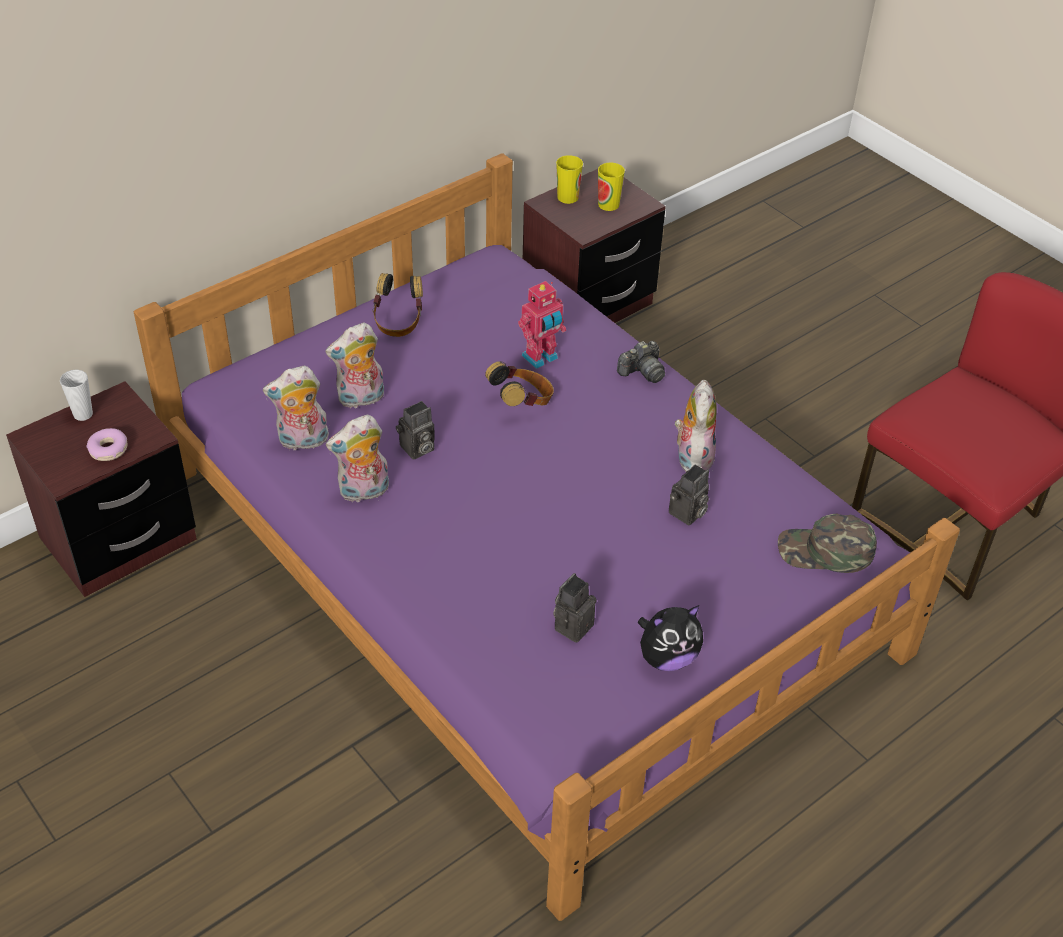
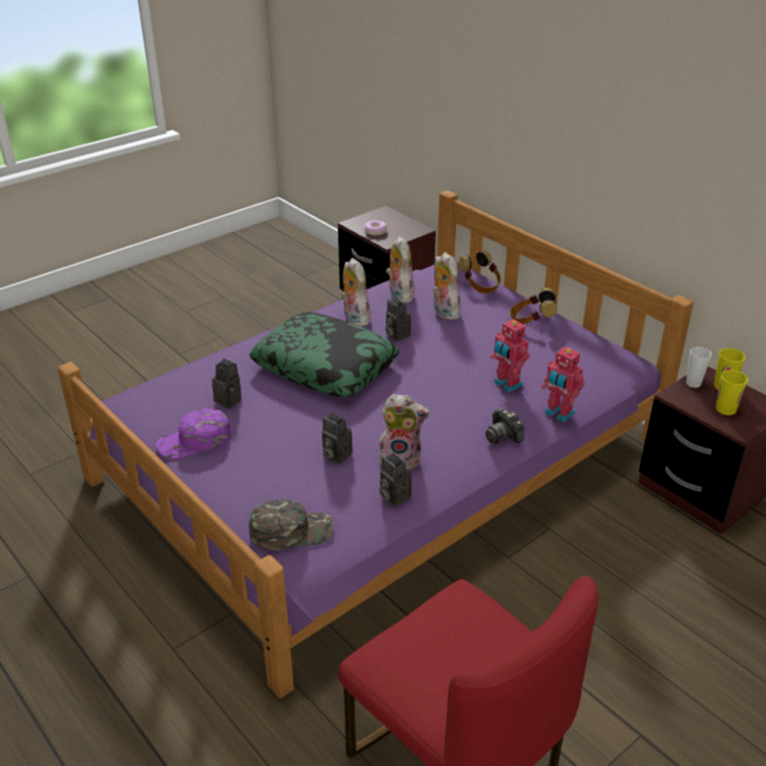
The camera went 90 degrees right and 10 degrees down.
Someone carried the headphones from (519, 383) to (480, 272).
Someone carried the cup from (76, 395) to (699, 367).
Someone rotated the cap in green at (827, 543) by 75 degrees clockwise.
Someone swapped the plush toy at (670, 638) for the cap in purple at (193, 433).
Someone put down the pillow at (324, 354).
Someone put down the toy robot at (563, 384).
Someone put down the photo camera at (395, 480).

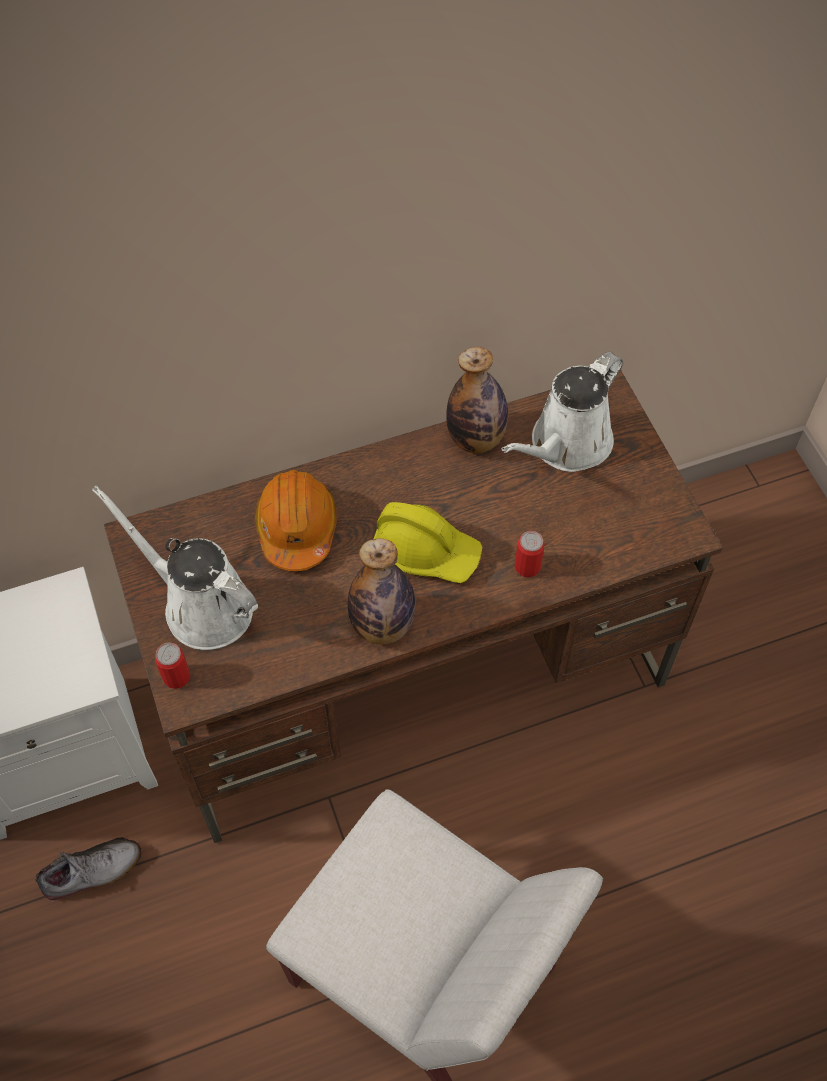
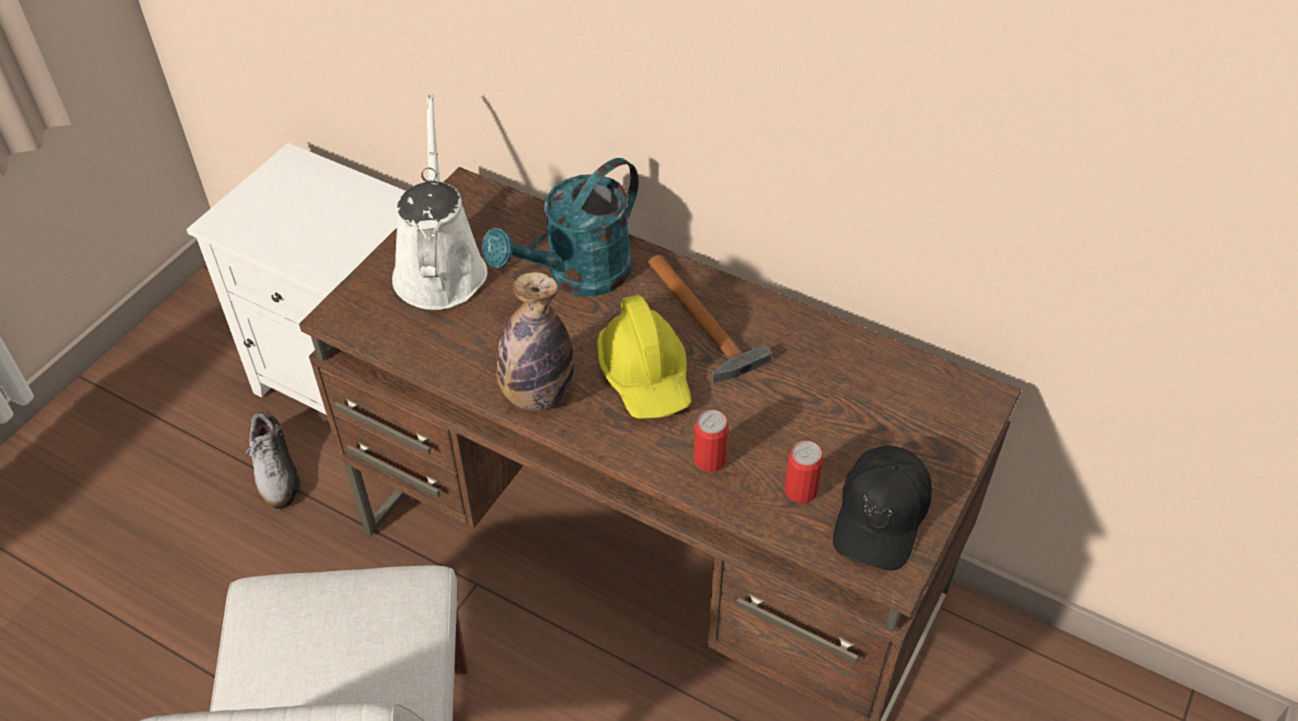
The camera went 50 degrees right and 10 degrees down.
Someone took away the bottle at (477, 400).
Someone took away the watering can in white at (562, 412).
Someone swapped the hard hat in orange at (296, 520) for the watering can in turquoise at (560, 227).
Someone carried the can from (172, 666) to (803, 472).
Someone rotated the shoe at (89, 870) by 45 degrees clockwise.
Someone put down the hammer at (710, 319).
Someone put down the cap in black at (882, 508).

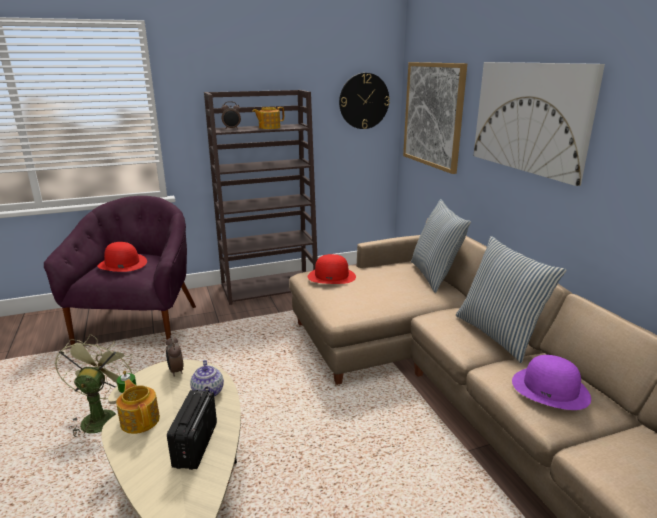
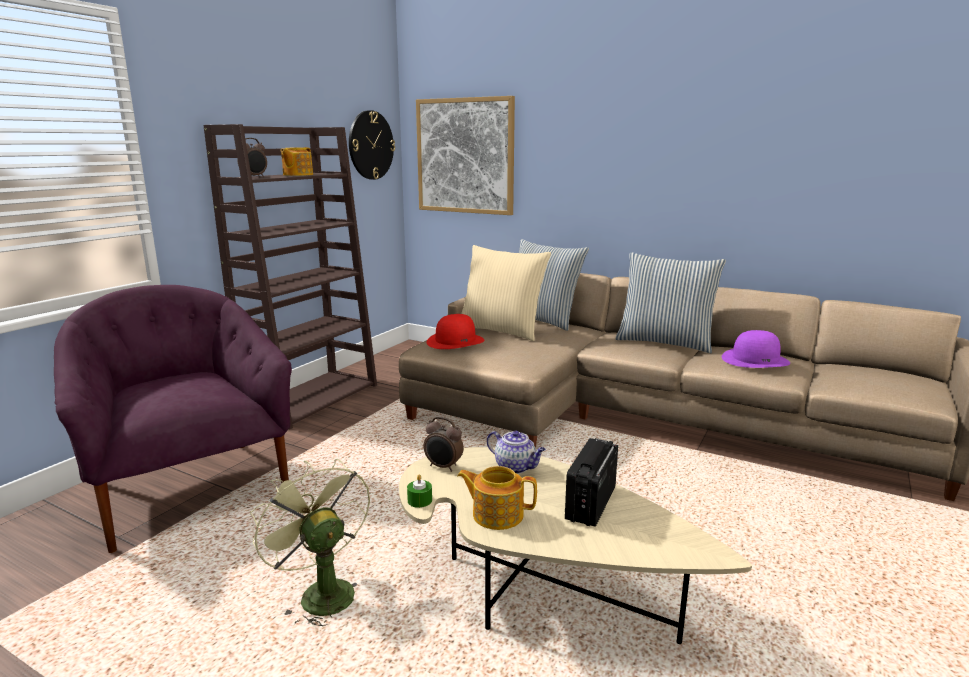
The camera went 40 degrees left and 5 degrees down.
Someone took away the picture at (539, 124).
Someone took away the hat in red at (122, 257).
Someone rotated the radio at (192, 430) by 60 degrees clockwise.
Someone put down the pillow in beige at (506, 293).

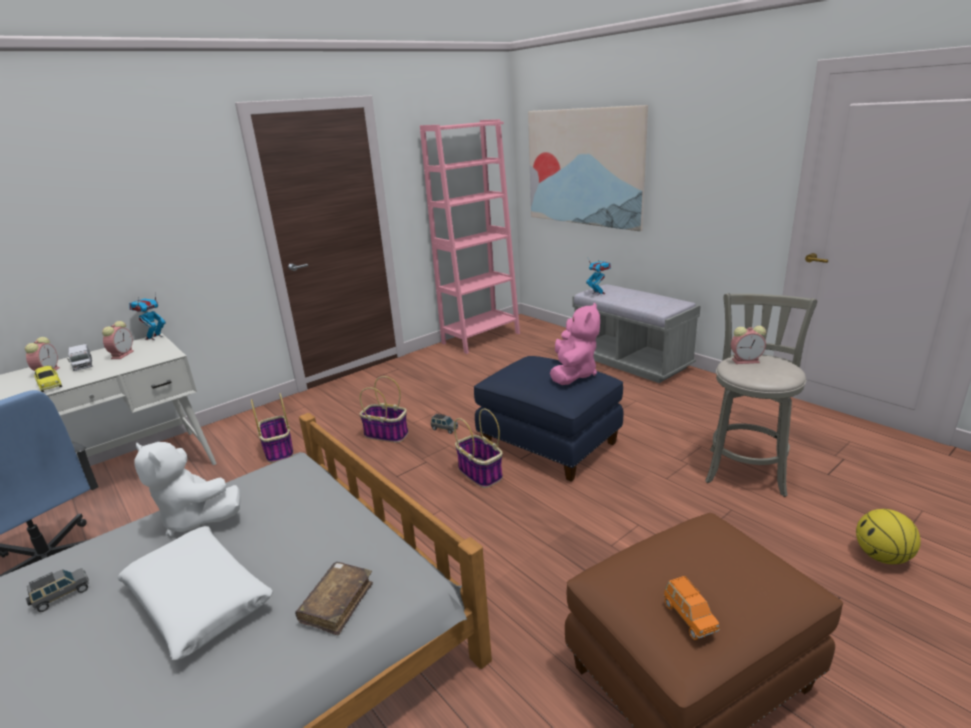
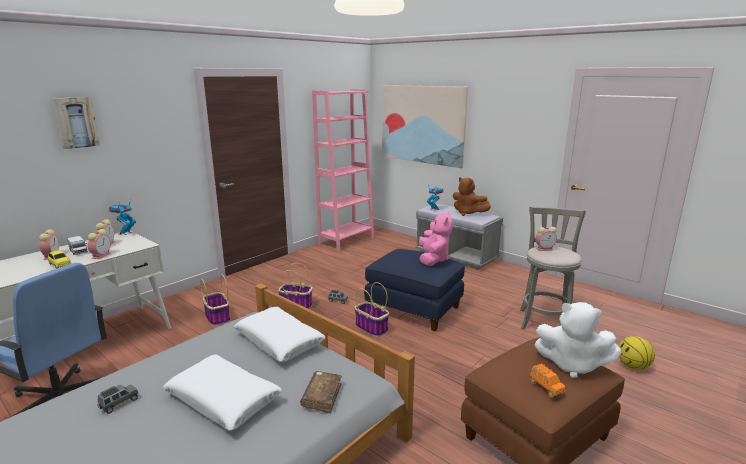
The camera went 10 degrees left and 5 degrees down.
Someone carried the plush toy in white from (188, 489) to (577, 340).
Someone put up the picture at (76, 123).
Someone put down the plush toy in brown at (472, 196).
Someone put down the alarm clock at (99, 244).
Someone put down the pillow in white at (280, 334).

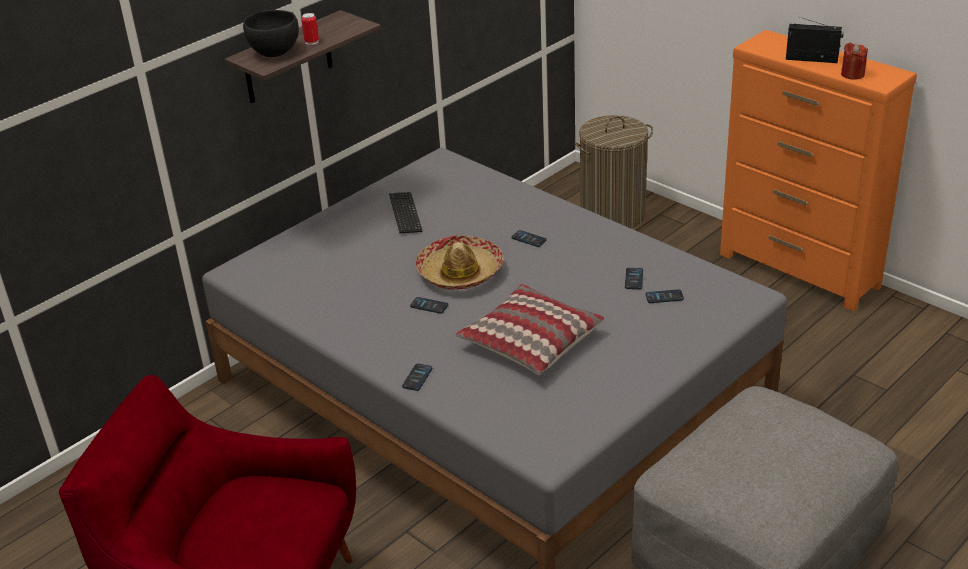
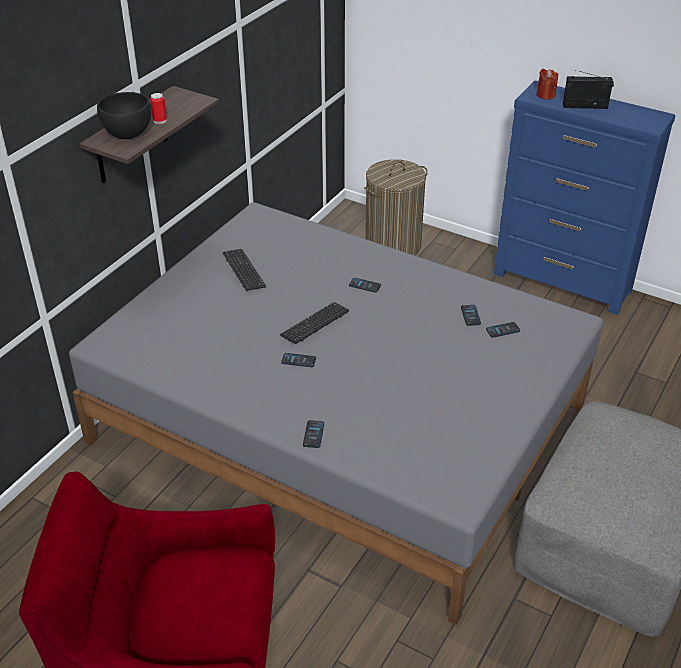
The camera went 15 degrees left and 5 degrees up.
Someone repainted the dresser in orange at (818, 170), which became the dresser in blue at (584, 198).
Someone carried the candle in red from (854, 61) to (547, 83).
Someone swapped the hat at (460, 263) for the keyboard at (314, 323).
Someone took away the pillow at (530, 329).

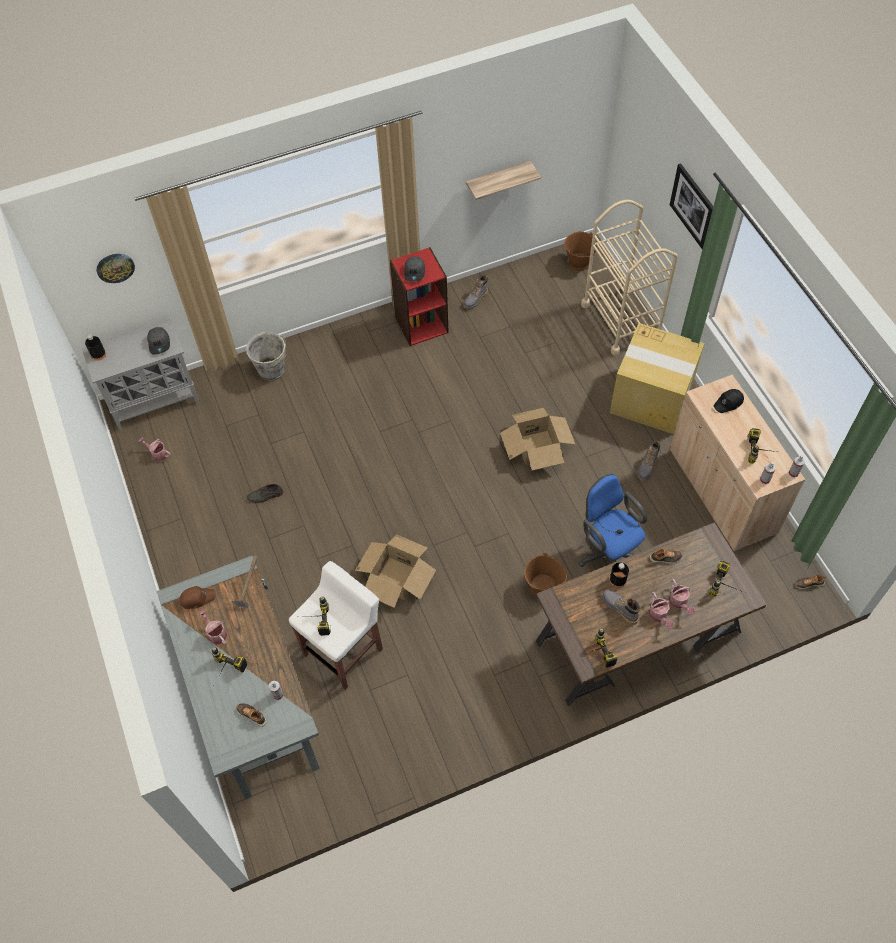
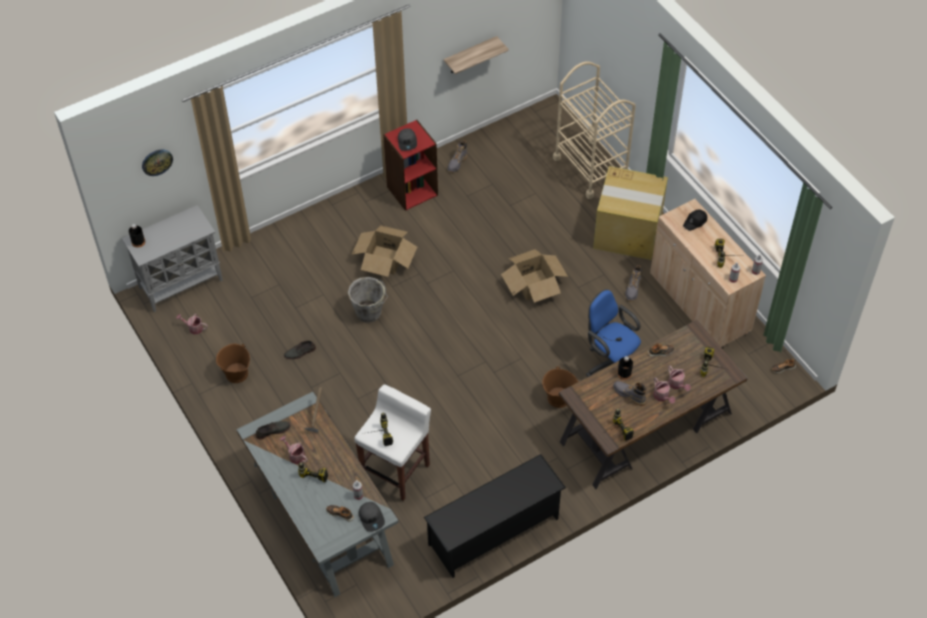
The camera went 10 degrees left and 5 degrees down.
Someone took away the picture at (691, 206).
Someone carried the bucket in brown from (580, 251) to (233, 363).
Someone carried the cap in grey from (158, 341) to (372, 517).
Someone carried the bucket in grey from (266, 356) to (368, 300).
Someone carried the cardboard box from (395, 571) to (384, 251).
Someone swapped the cap in brown at (198, 597) for the shoe in grey at (273, 430).
Someone put down the shoe rack in black at (495, 516).

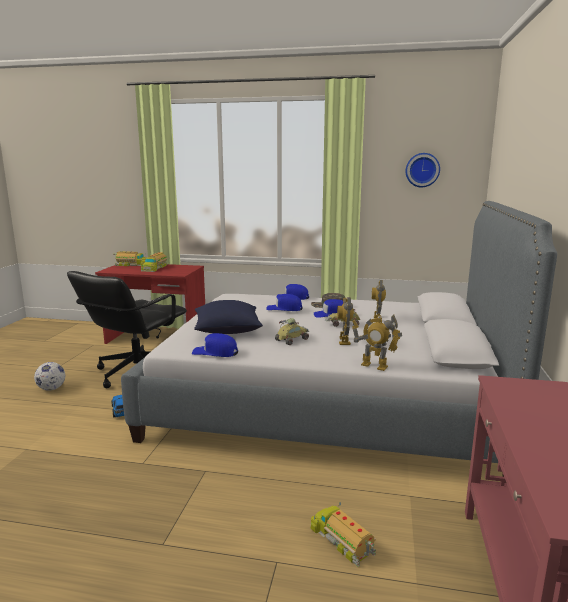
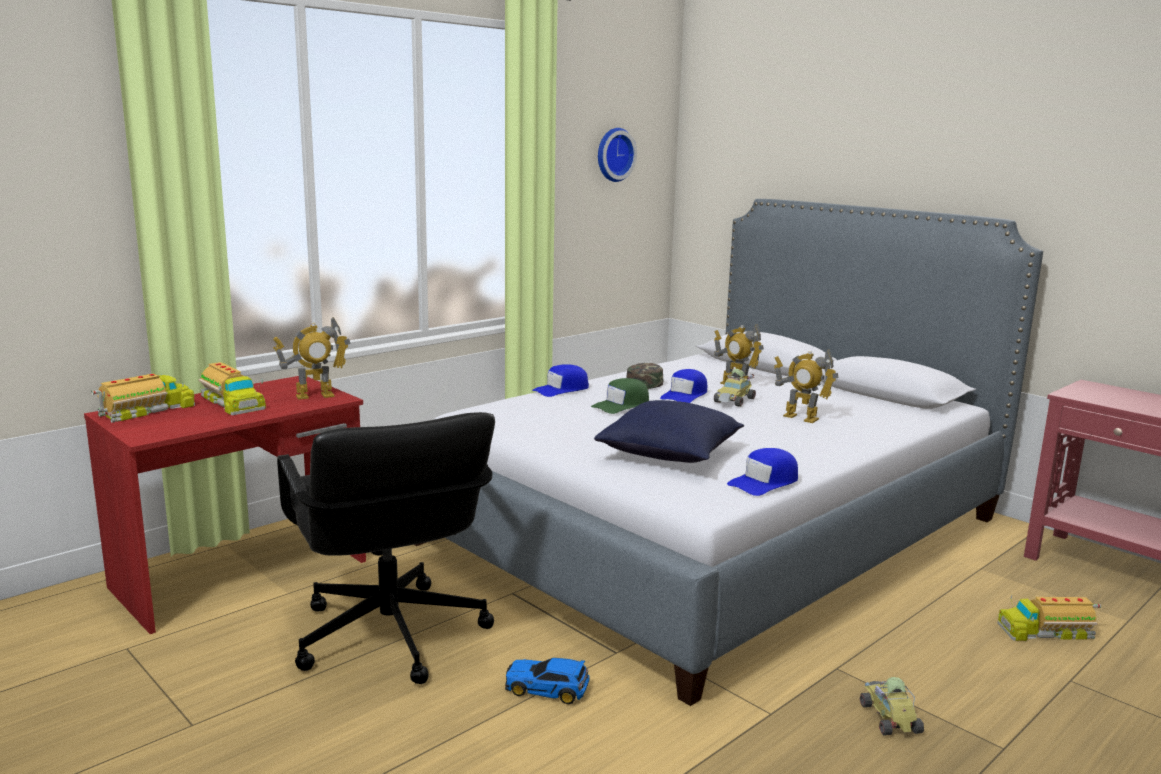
The camera went 55 degrees left and 0 degrees up.
Someone repainted the cap in blue at (284, 302), which became the cap in green at (620, 396).
Someone carried the toy robot from (377, 342) to (312, 358).
Someone carried the toy car from (292, 331) to (892, 706).
Someone took away the football at (49, 376).

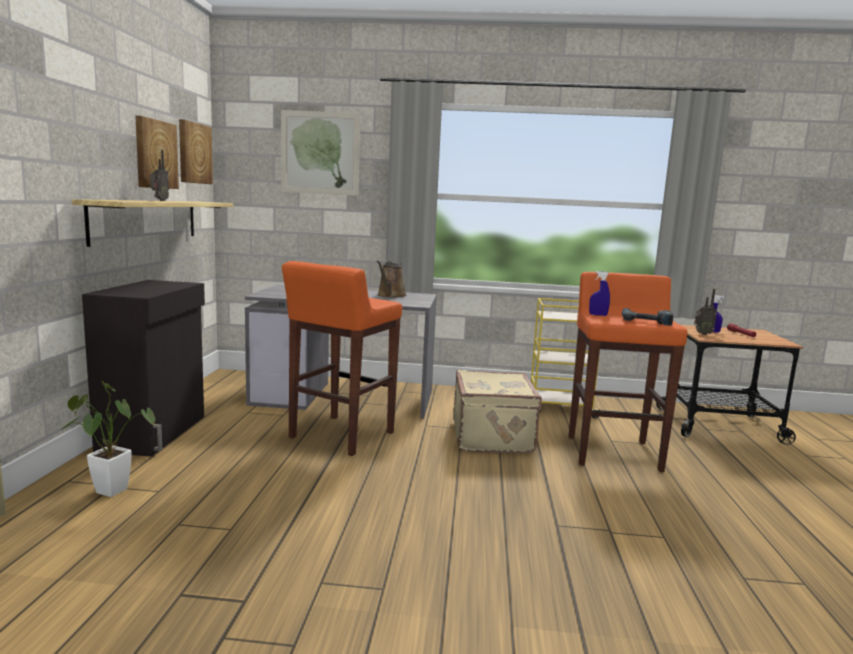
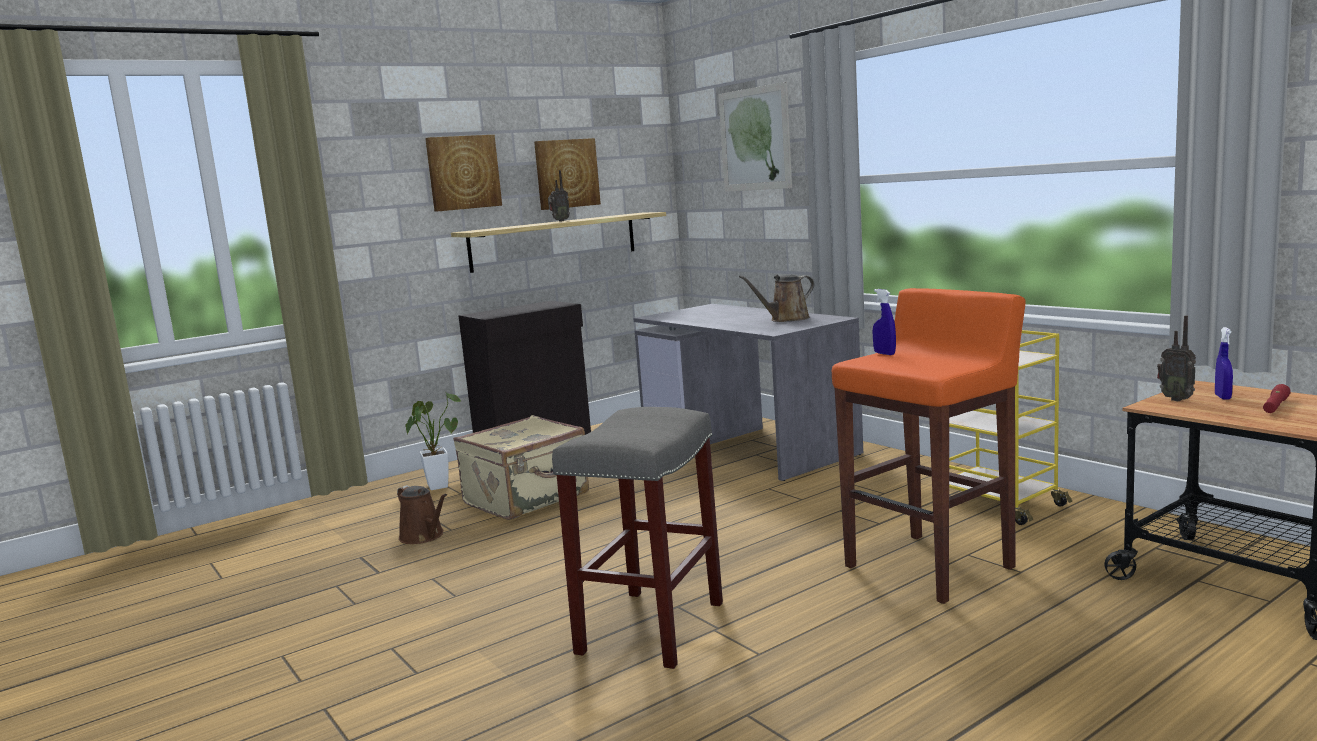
The camera went 50 degrees right and 0 degrees up.
Someone carried the picture from (196, 151) to (463, 173).
Someone took away the stool in orange at (342, 358).
Someone took away the power drill at (648, 317).
Someone carried the suitcase in beige from (497, 411) to (521, 467).
Someone put down the stool in grey at (637, 538).
Someone put down the watering can in brown at (422, 514).

